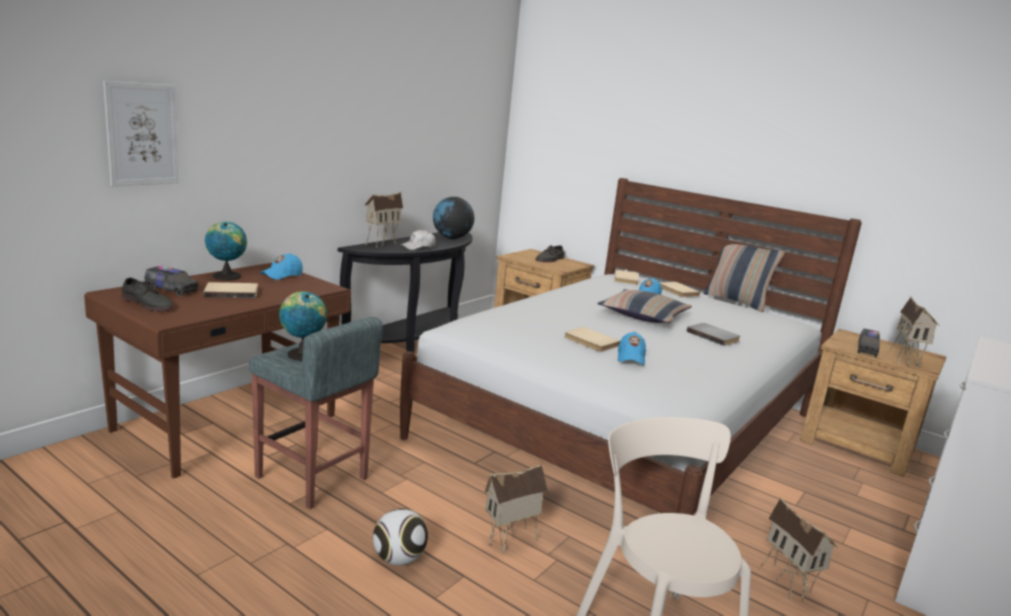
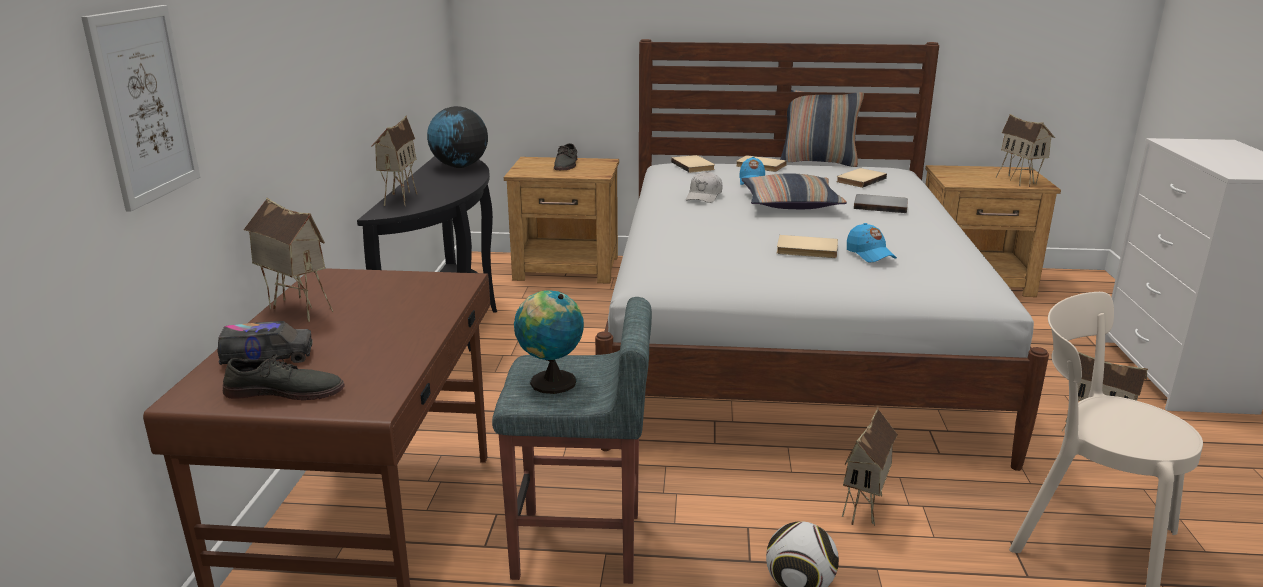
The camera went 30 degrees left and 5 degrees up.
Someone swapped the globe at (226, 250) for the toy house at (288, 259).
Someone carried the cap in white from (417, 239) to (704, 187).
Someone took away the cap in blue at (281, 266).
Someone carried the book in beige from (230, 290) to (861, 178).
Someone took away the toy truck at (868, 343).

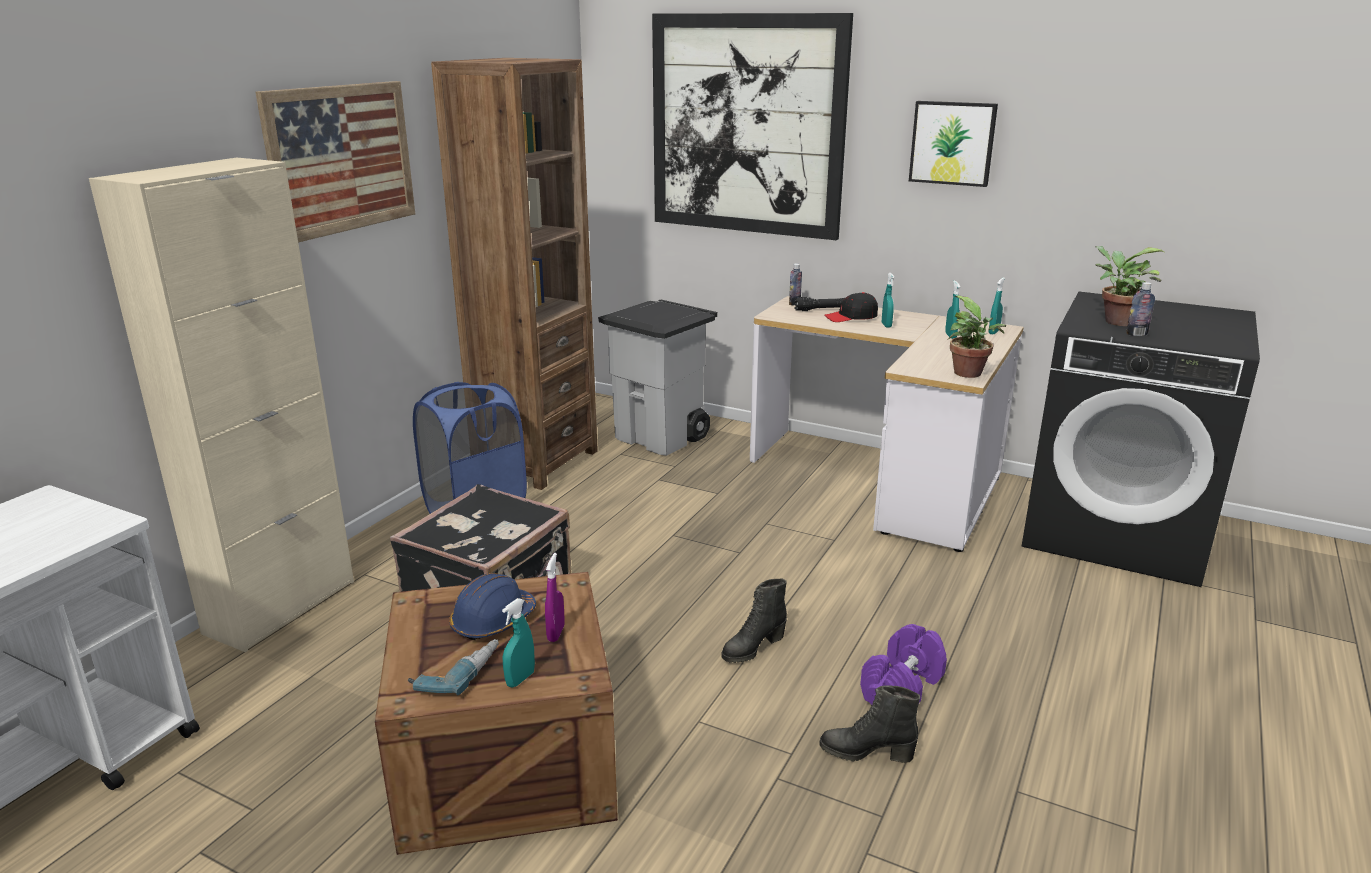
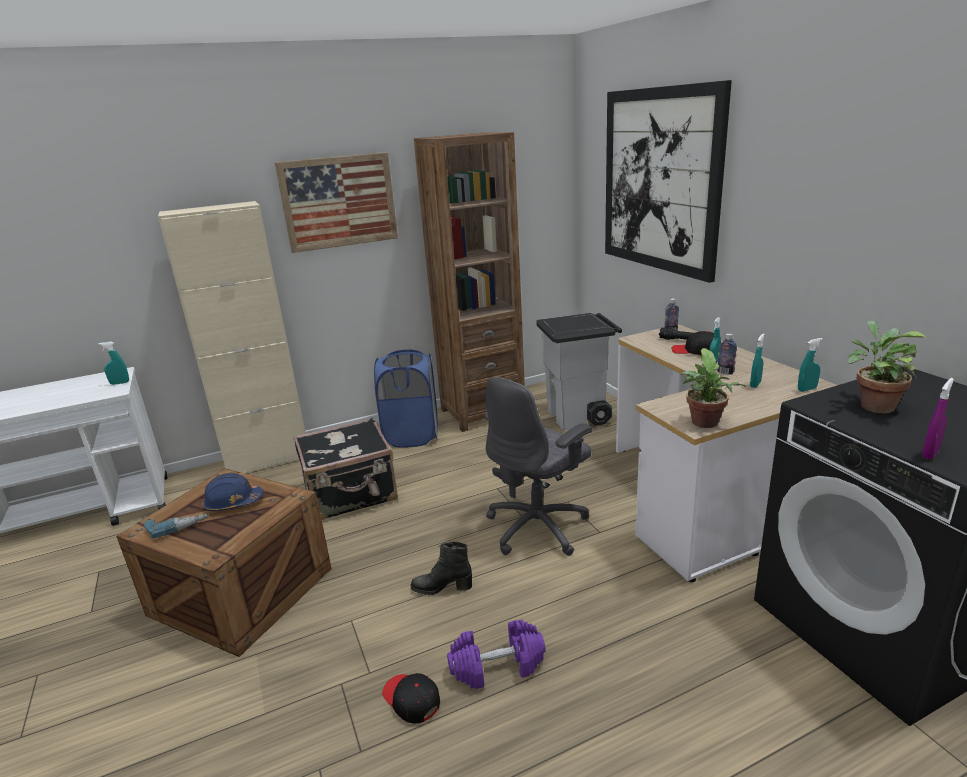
The camera went 40 degrees right and 0 degrees up.
Someone took away the picture at (953, 144).
Someone carried the bottle from (1140, 309) to (727, 353).
Someone carried the spray bottle in purple from (554, 597) to (938, 418).
Someone carried the spray bottle in turquoise from (518, 642) to (114, 363).
Someone swapped the boot in black at (869, 724) for the cap in black at (411, 698).
Someone put down the office chair in grey at (538, 466).

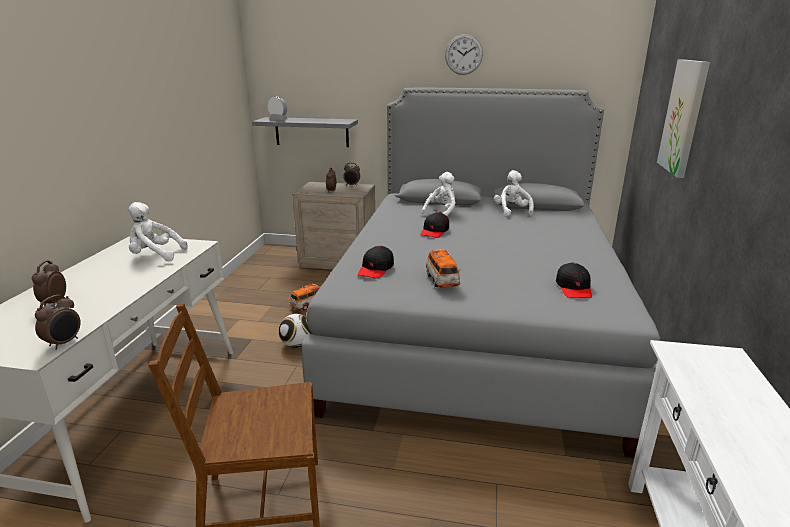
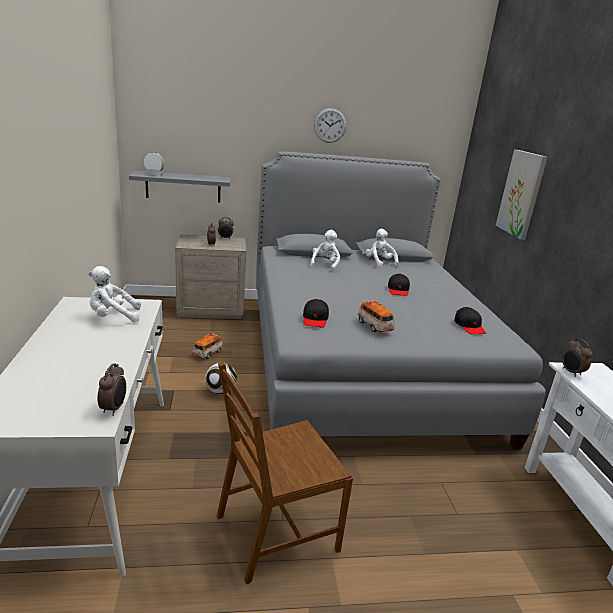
The camera went 20 degrees left and 0 degrees up.
Someone carried the cap in black from (434, 225) to (399, 285).
Someone carried the alarm clock from (49, 283) to (577, 358).

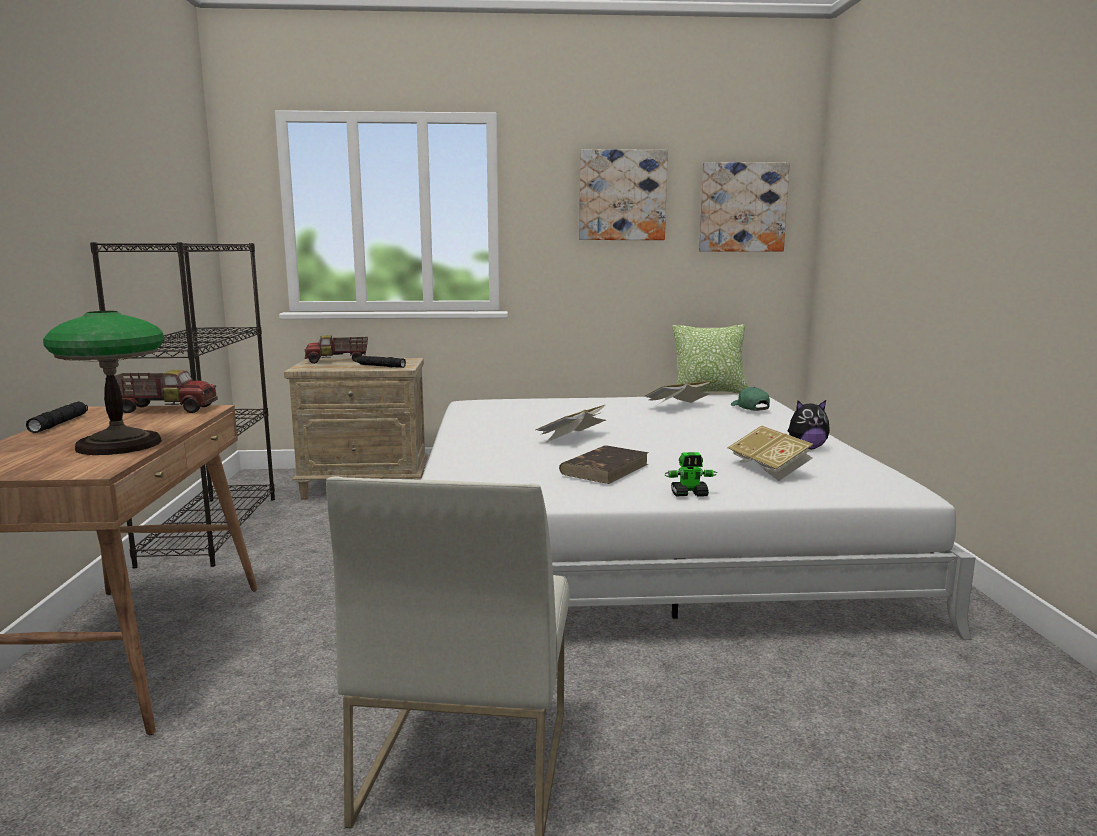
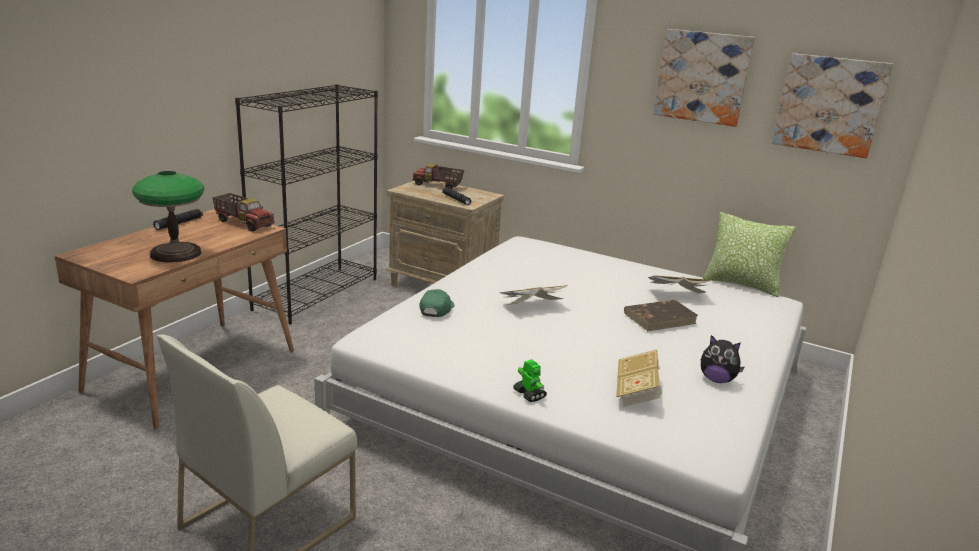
The camera went 30 degrees right and 10 degrees up.
Someone carried the cap in green from (750, 399) to (437, 303).
Someone carried the book in brown from (604, 464) to (661, 315).
Someone rotated the toy robot at (691, 474) by 150 degrees counterclockwise.

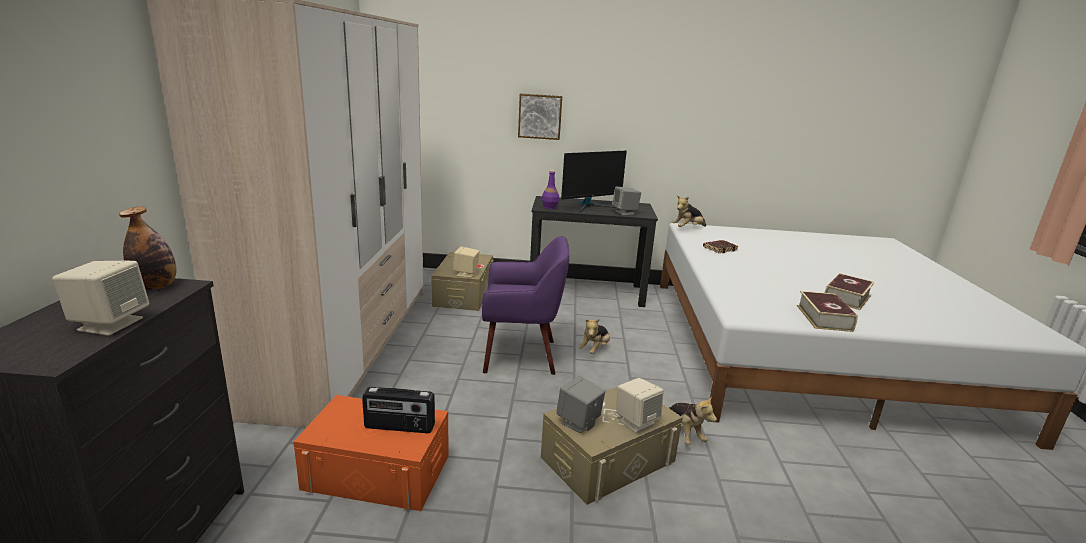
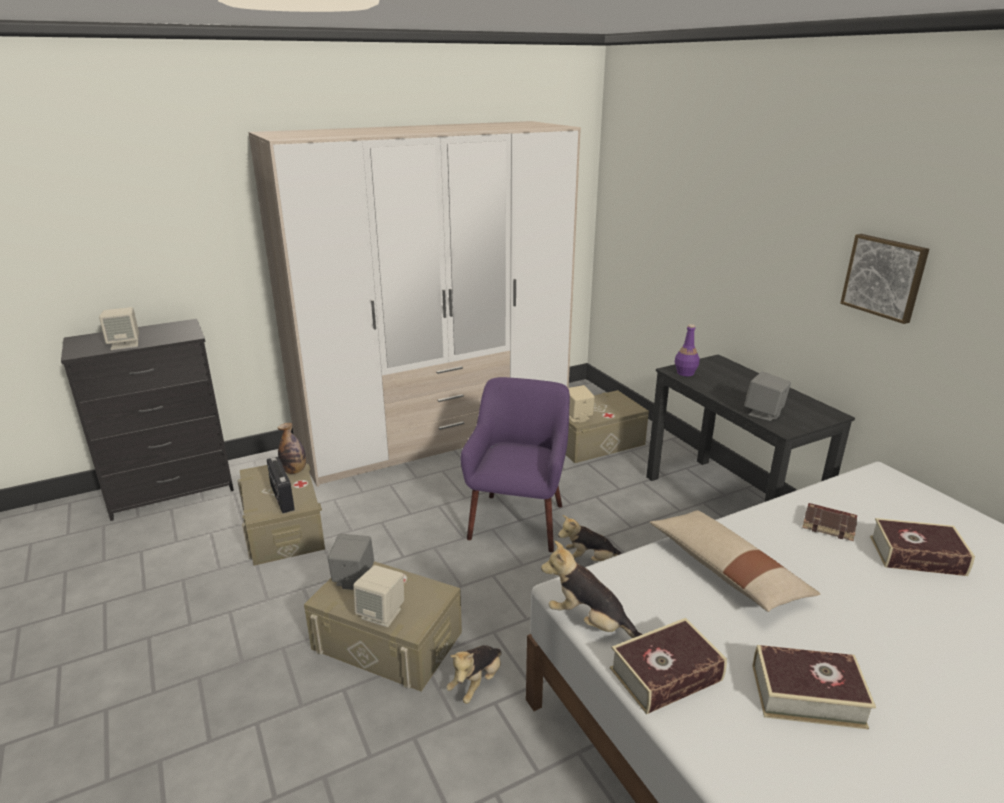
The camera went 60 degrees right and 5 degrees up.
Someone carried the picture from (540, 117) to (884, 279).
Someone took away the monitor at (594, 181).
Someone carried the plush toy from (689, 211) to (592, 589).
Someone carried the bottle from (148, 248) to (292, 448).
Someone rotated the armchair in purple at (525, 305) by 135 degrees counterclockwise.
Someone repainted the storage box in orange at (370, 453), which became the storage box in beige at (281, 514).
Someone put down the pillow in beige at (735, 561).
Someone put down the book at (922, 547).

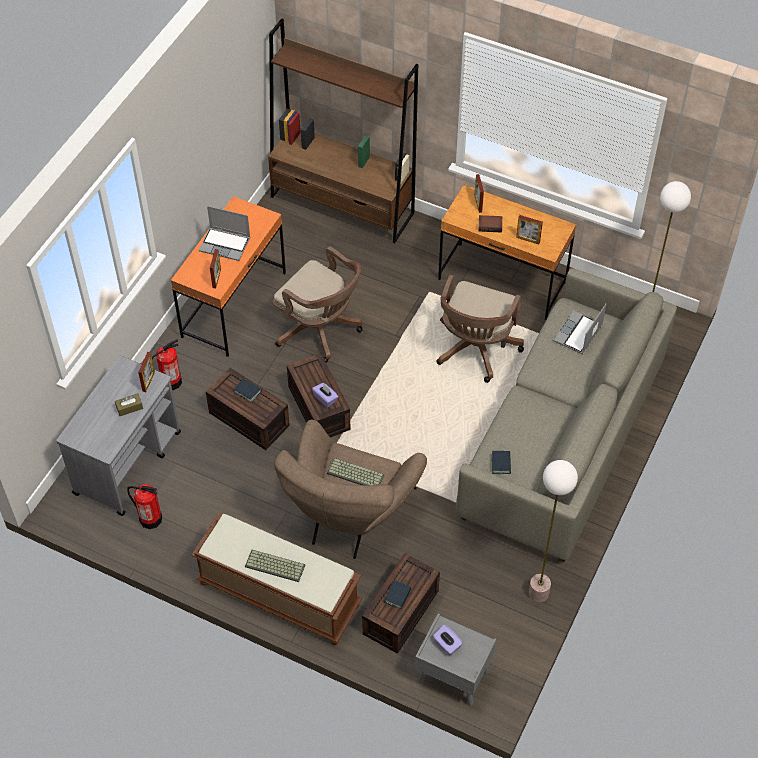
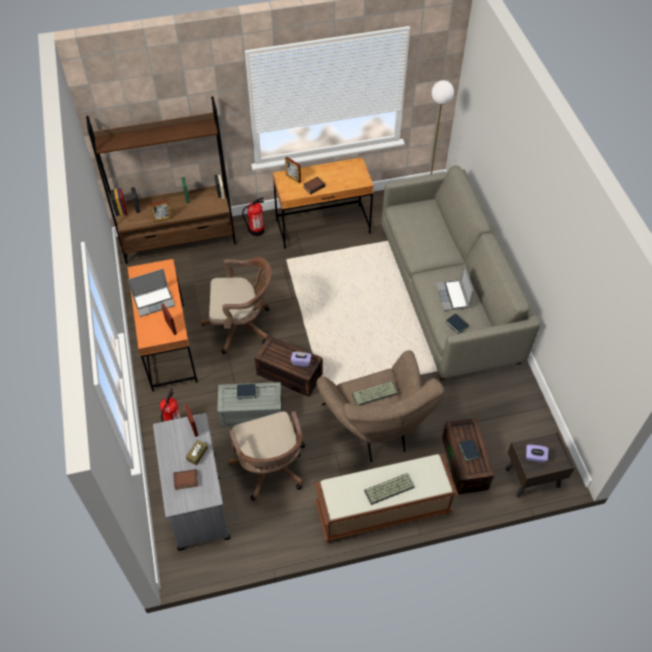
The camera went 40 degrees left and 0 degrees up.
Someone carried the picture frame from (529, 229) to (161, 211).
Someone carried the office chair in brown from (480, 329) to (266, 456).
Someone carried the laptop from (579, 329) to (454, 287).
Someone repainted the storage box in brown at (248, 409), which became the storage box in grey at (249, 404).
Someone took away the floor lamp at (553, 531).
Someone carried the fire extinguisher from (144, 506) to (253, 216).
Someone repainted the nightstand in grey at (455, 660), which became the nightstand in brown at (540, 464).
Someone put down the book at (185, 479).

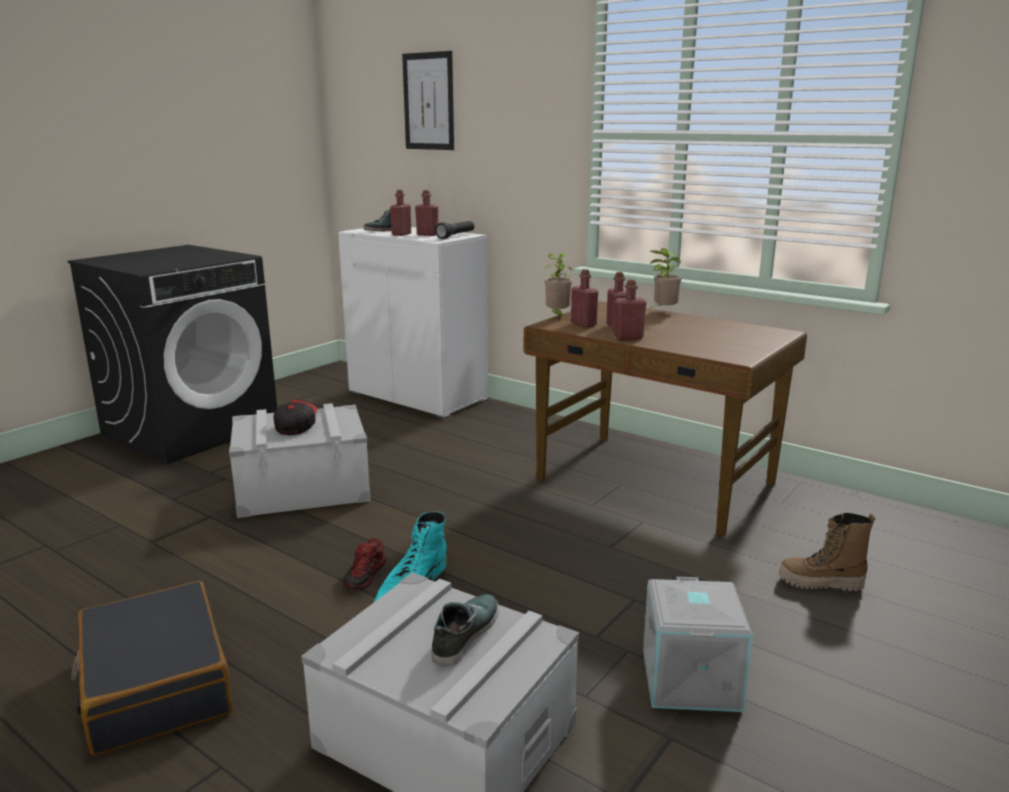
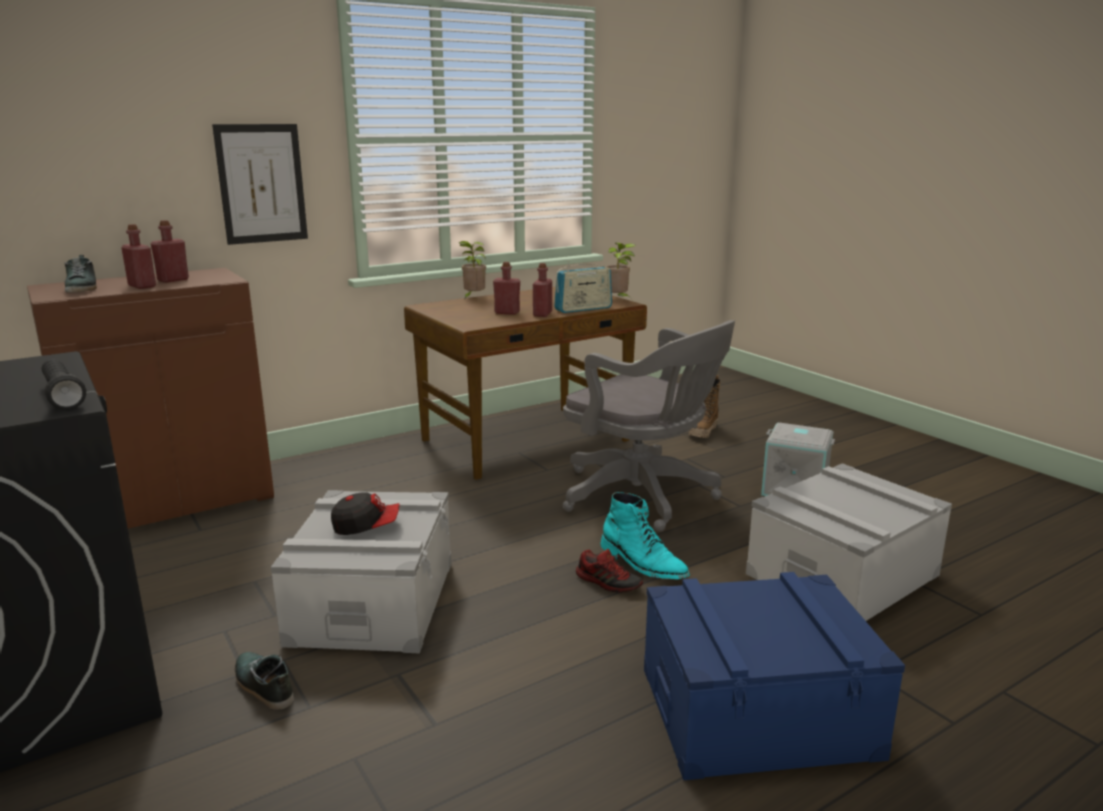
The camera went 70 degrees left and 0 degrees up.
Someone carried the picture from (428, 100) to (260, 184).
Someone carried the flashlight in black from (454, 230) to (64, 384).
Someone repainted the cabinet in white at (413, 323), which became the cabinet in brown at (150, 398).
Someone carried the potted plant from (559, 286) to (621, 271).
Someone took away the bottle in red at (584, 298).
Someone rotated the cap at (295, 417) by 150 degrees clockwise.
Someone swapped the suitcase in black at (152, 668) for the storage box in blue at (774, 676).
Someone carried the shoe from (465, 630) to (264, 681).
Someone put down the radio at (583, 287).
Someone put down the office chair in grey at (649, 426).

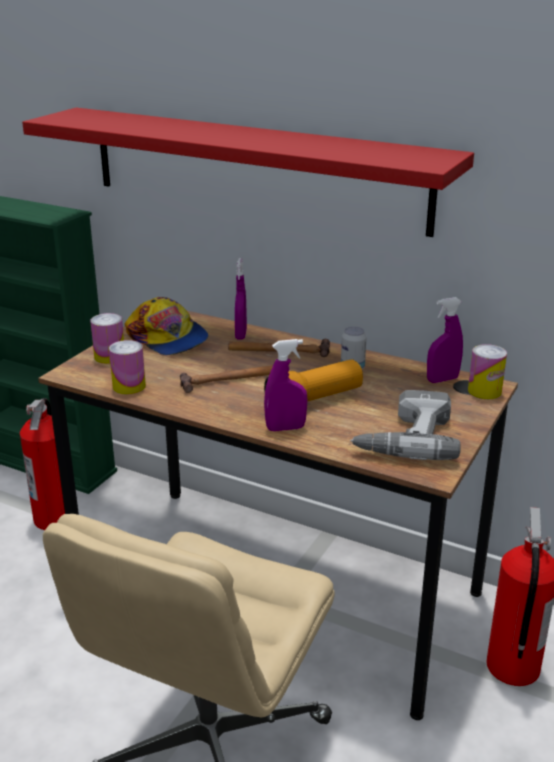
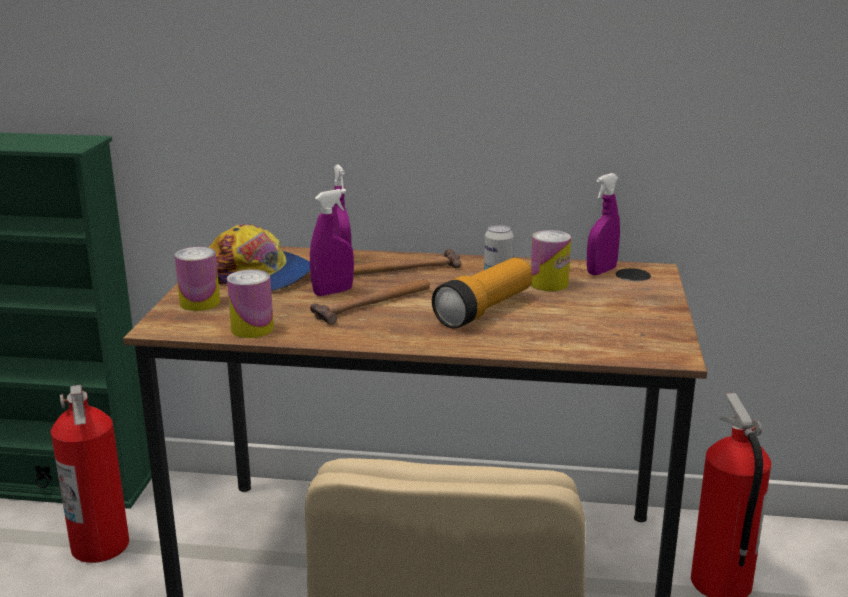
The camera went 20 degrees left and 5 degrees down.
Someone took away the shelf in red at (248, 172).
Someone carried the spray bottle in purple from (286, 385) to (332, 242).
Someone carried the can from (487, 371) to (551, 260).
Someone took away the power drill at (405, 425).

